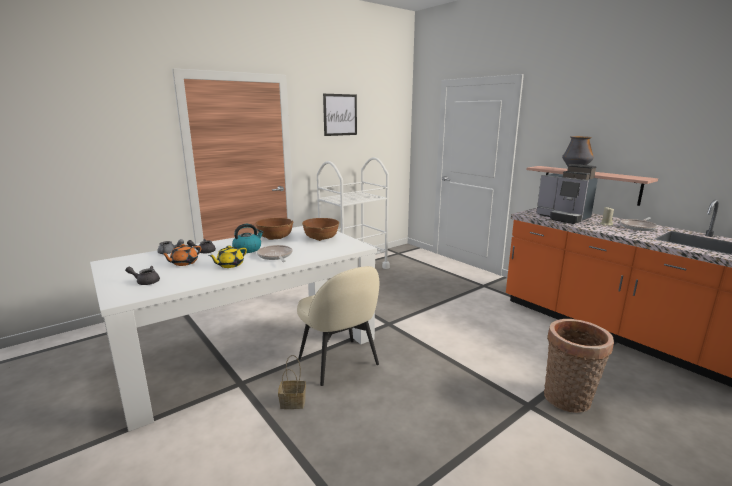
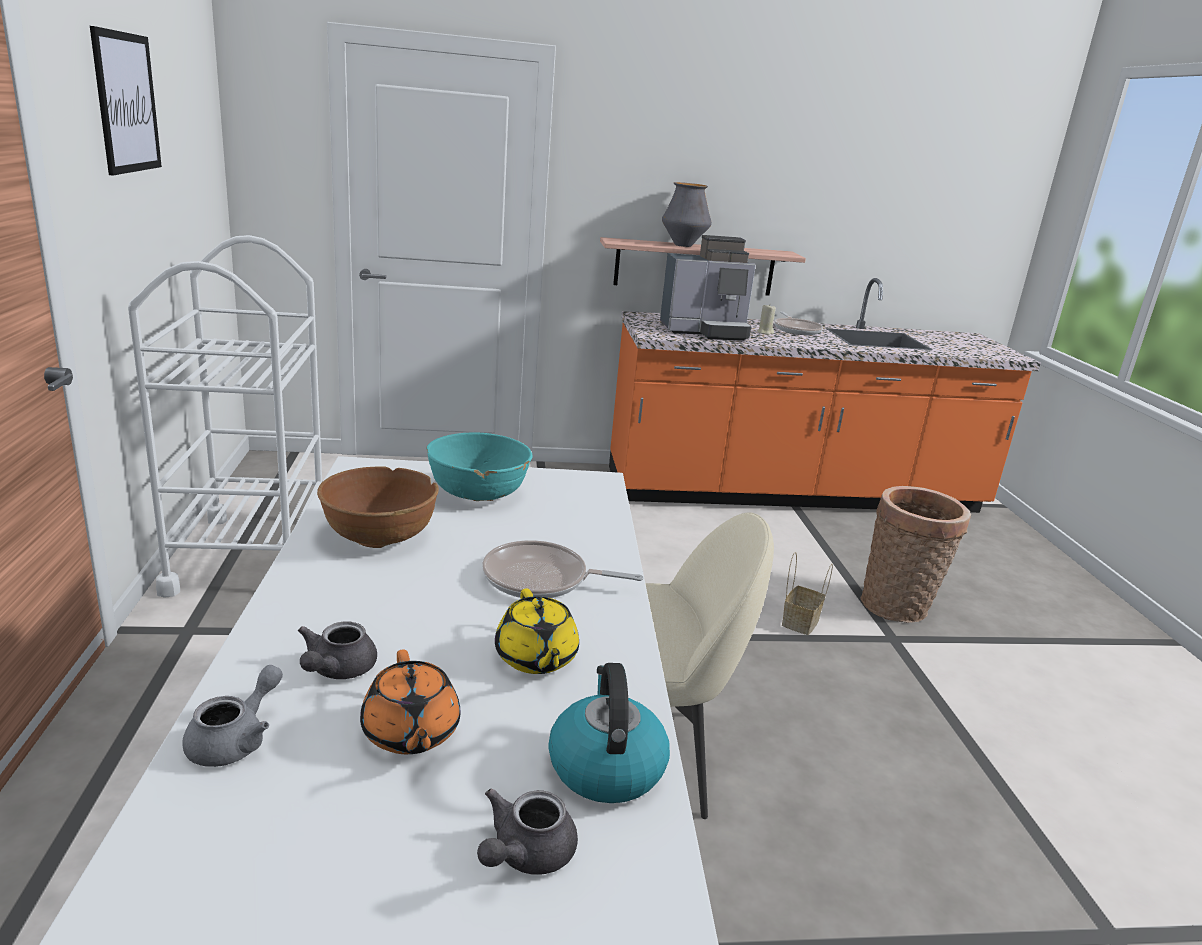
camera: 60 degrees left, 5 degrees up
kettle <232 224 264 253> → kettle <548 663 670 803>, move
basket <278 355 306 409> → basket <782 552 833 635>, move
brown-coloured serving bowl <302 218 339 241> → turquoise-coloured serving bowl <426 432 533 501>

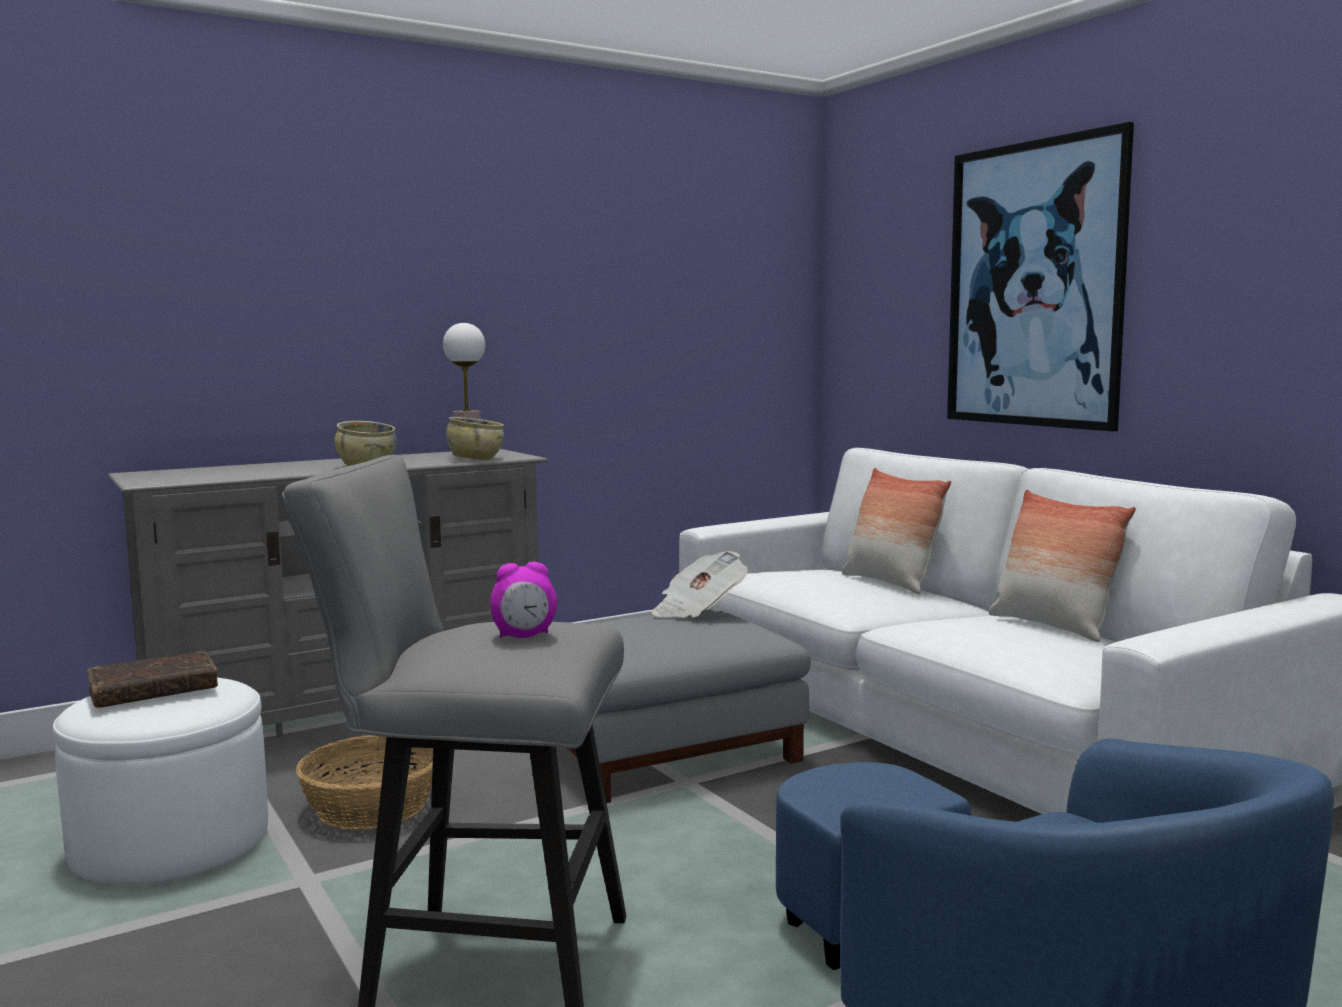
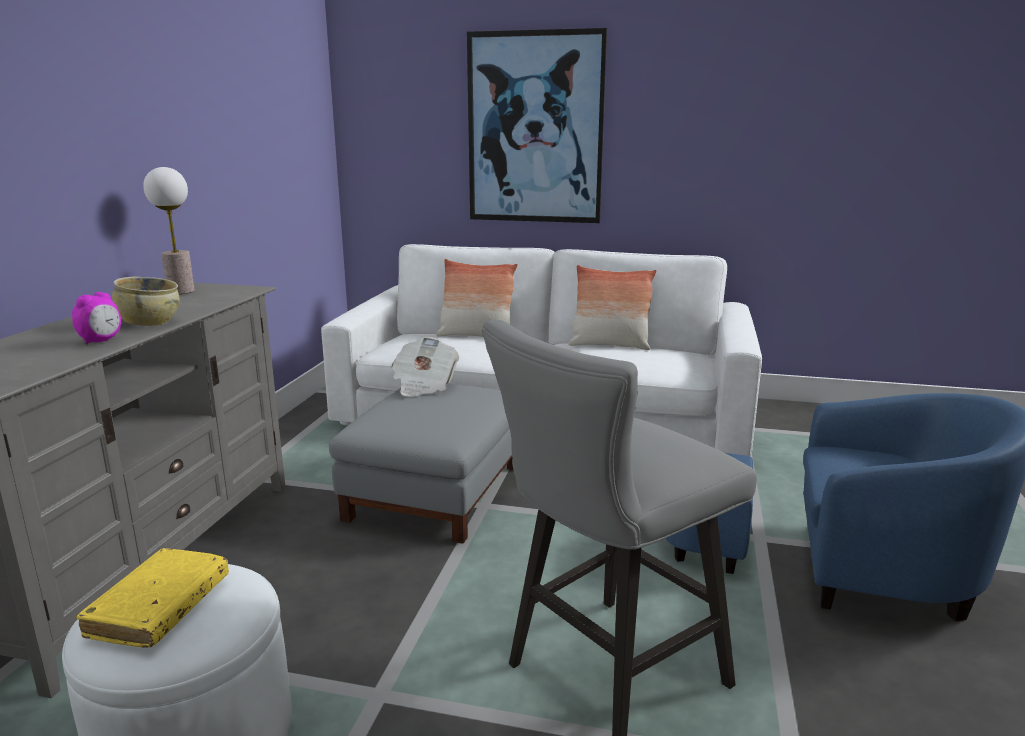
camera: 45 degrees left, 10 degrees up
basket <296 735 433 830> → -
sand-coloured serving bowl <446 417 504 460> → -
bedside clock <490 562 557 638> → bedside clock <72 292 121 344>, move
brown-coloured book <87 651 218 708> → yellow book <76 548 229 648>

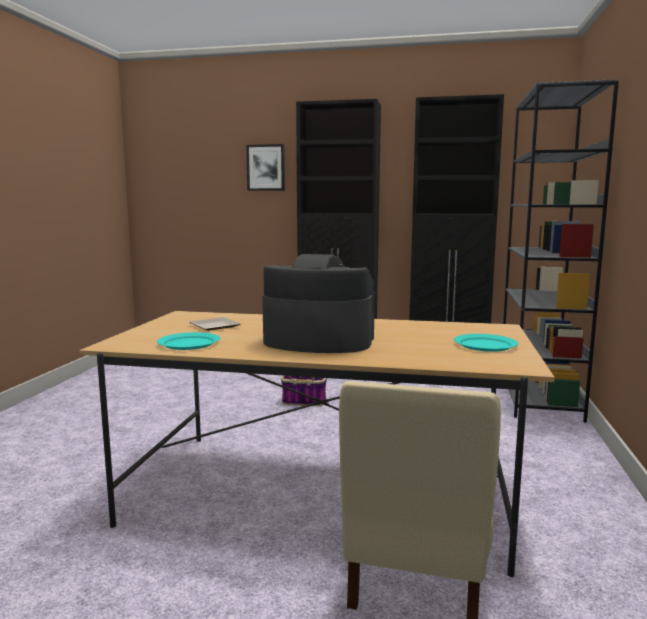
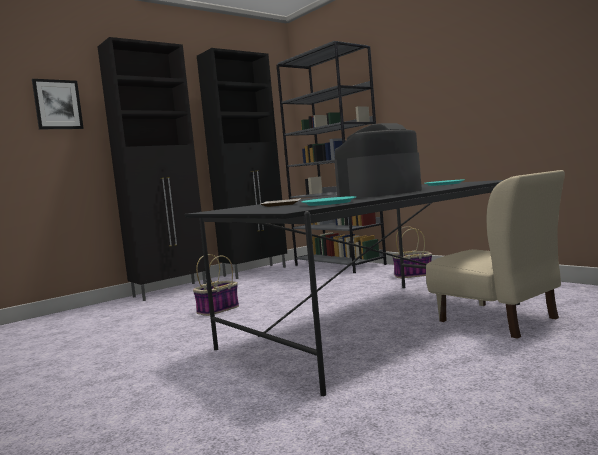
camera: 50 degrees left, 5 degrees down
- → basket <392 226 432 278>
sand-coloured kitchen table <79 311 555 577> → black-coloured kitchen table <185 180 520 396>

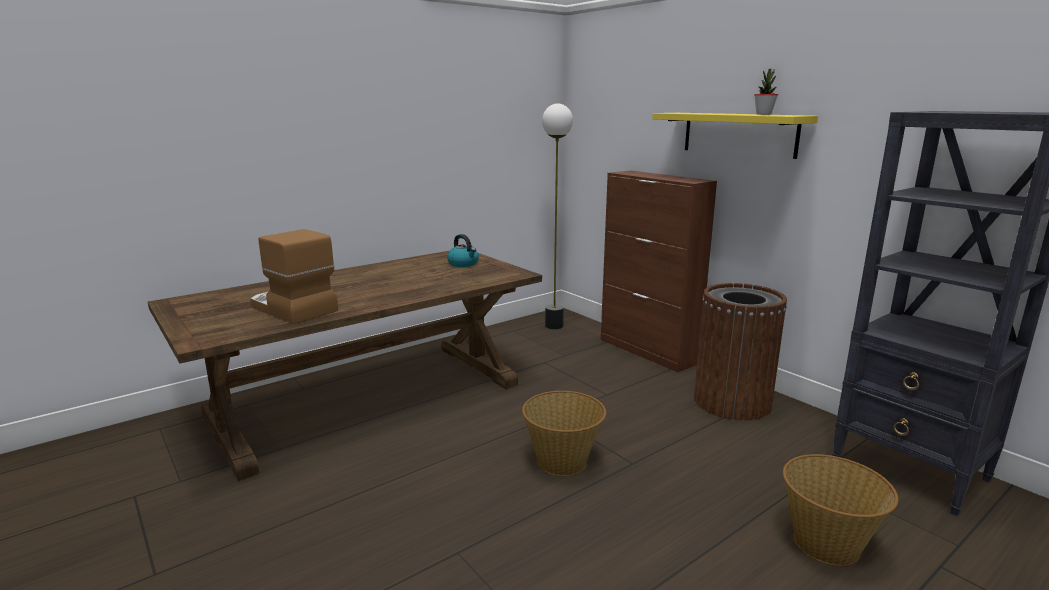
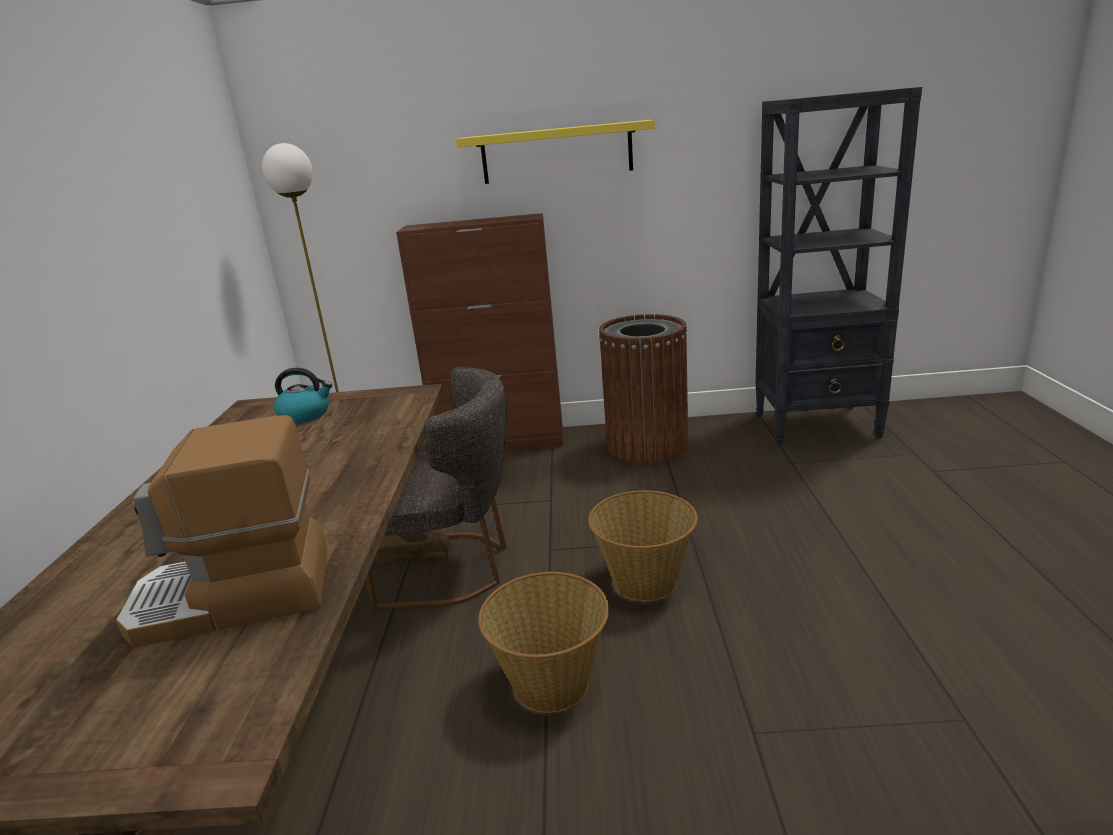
camera: 50 degrees left, 5 degrees up
plant in a pot <754 69 778 115> → -
- → greyish upright chair <366 367 507 609>
basket <783 454 899 566> → basket <478 572 609 713>, move

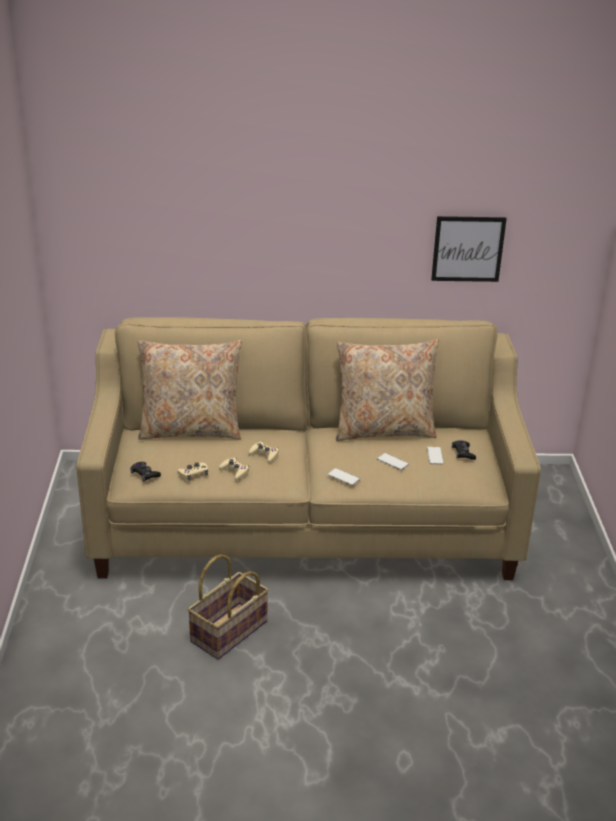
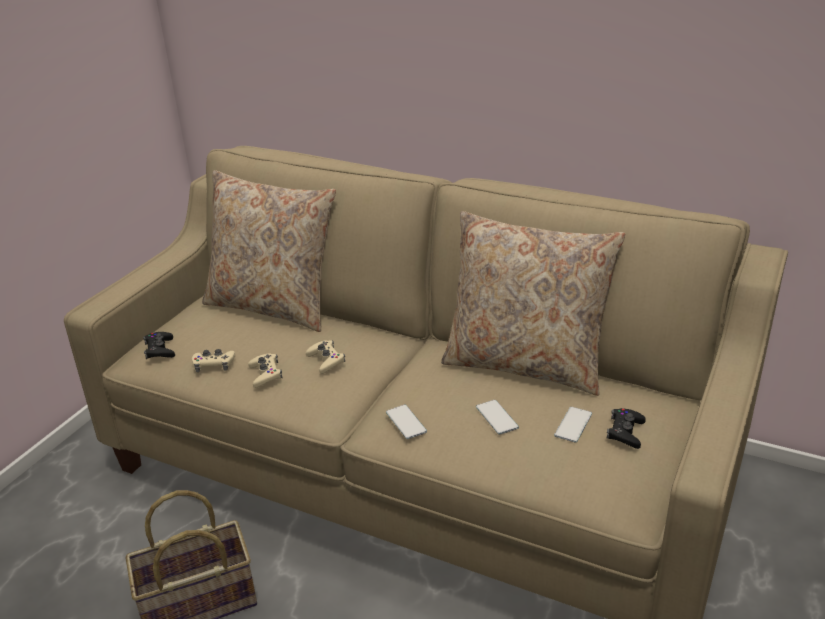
camera: 30 degrees right, 0 degrees up
wall picture <431 216 507 282> → -

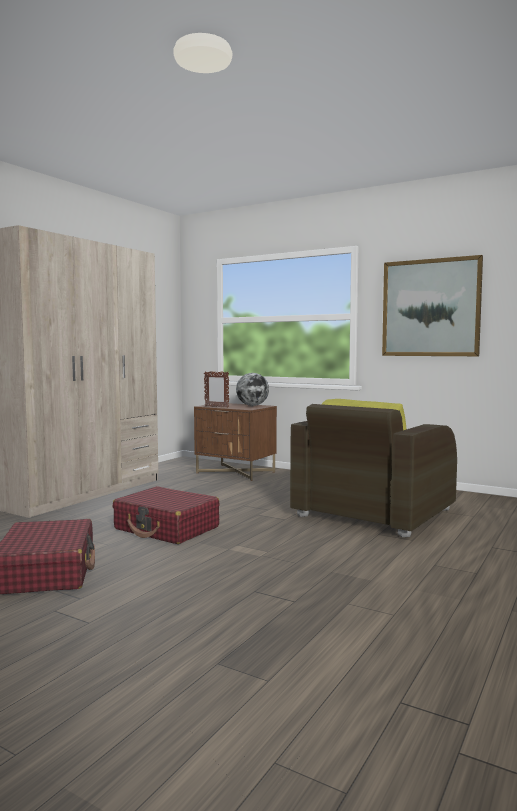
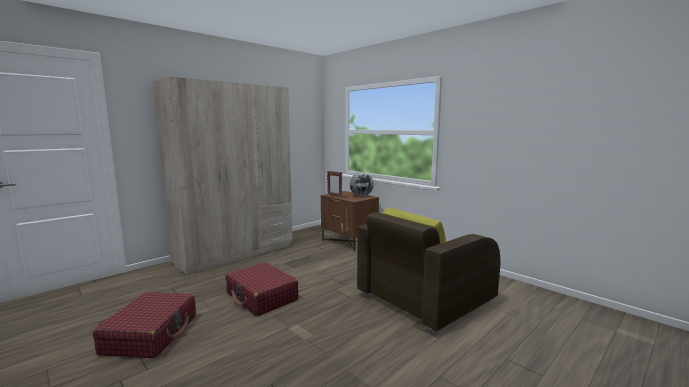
camera: 15 degrees right, 5 degrees up
wall picture <382 255 483 356> → -

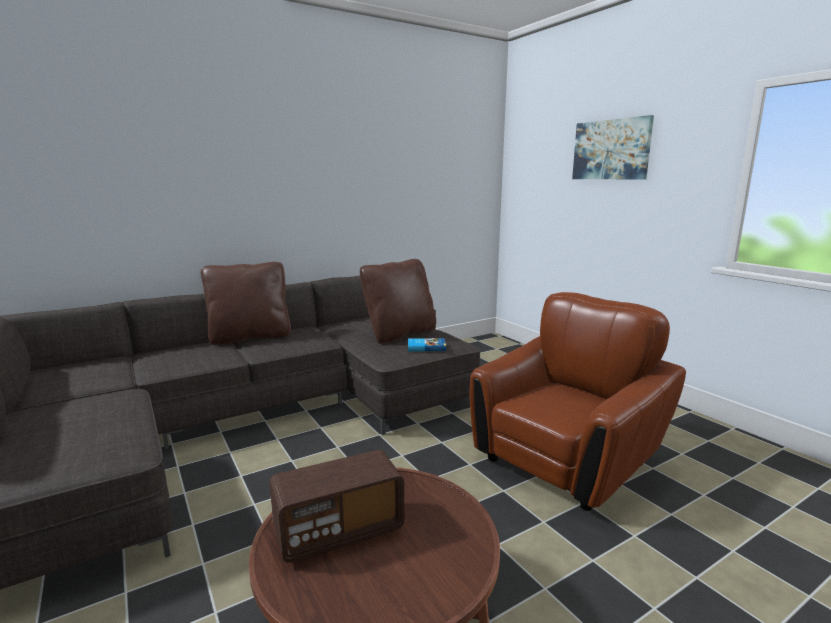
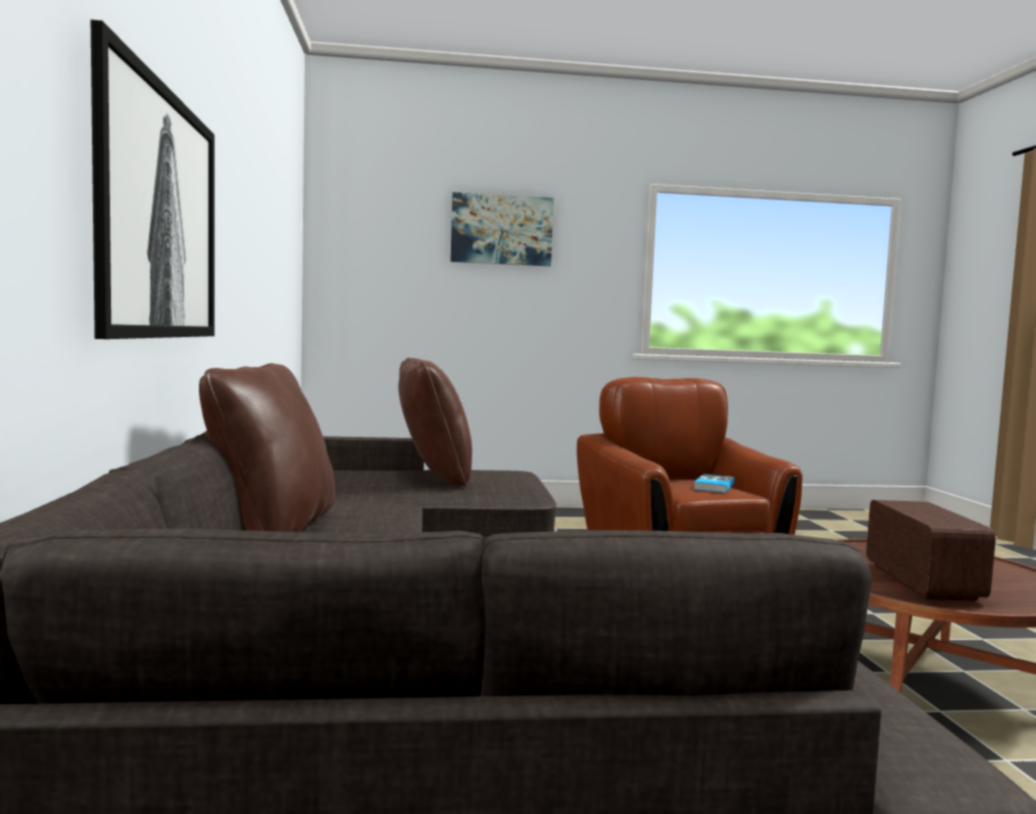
camera: 65 degrees left, 10 degrees down
- → wall picture <91 20 215 339>
book <408 338 446 352> → book <693 474 735 493>, move

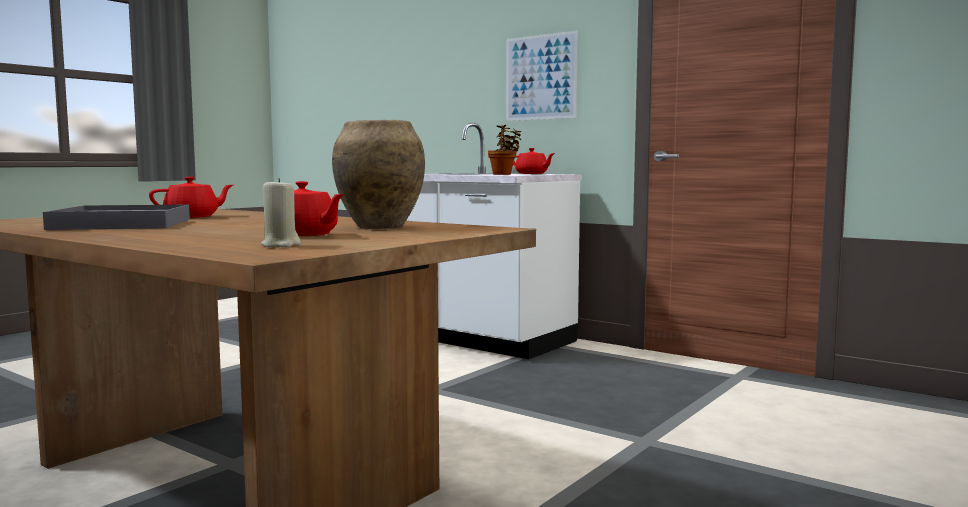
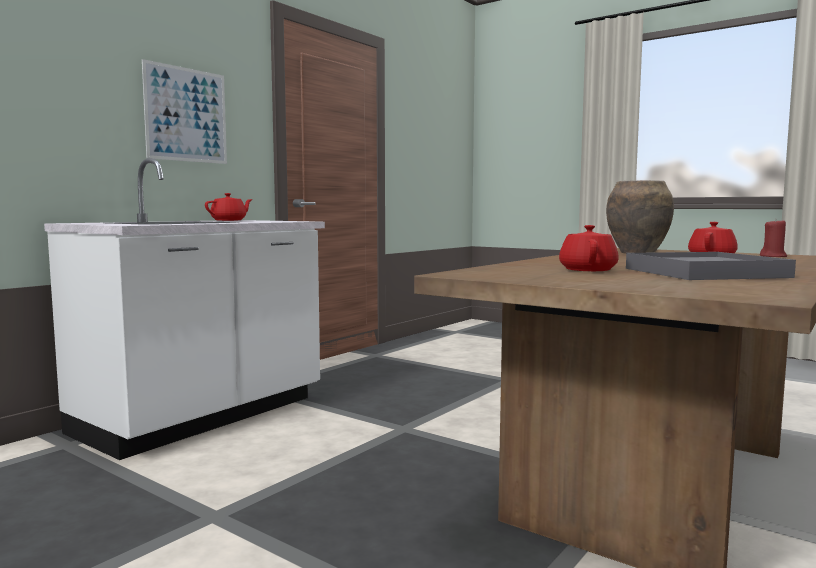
camera: 90 degrees left, 0 degrees up
plant in a pot <488 125 522 175> → -
sand-coloured wax light <261 178 301 247> → red-coloured wax light <760 218 787 257>
red-coloured teapot <149 177 233 218> → red-coloured teapot <559 225 619 271>, 45 degrees clockwise

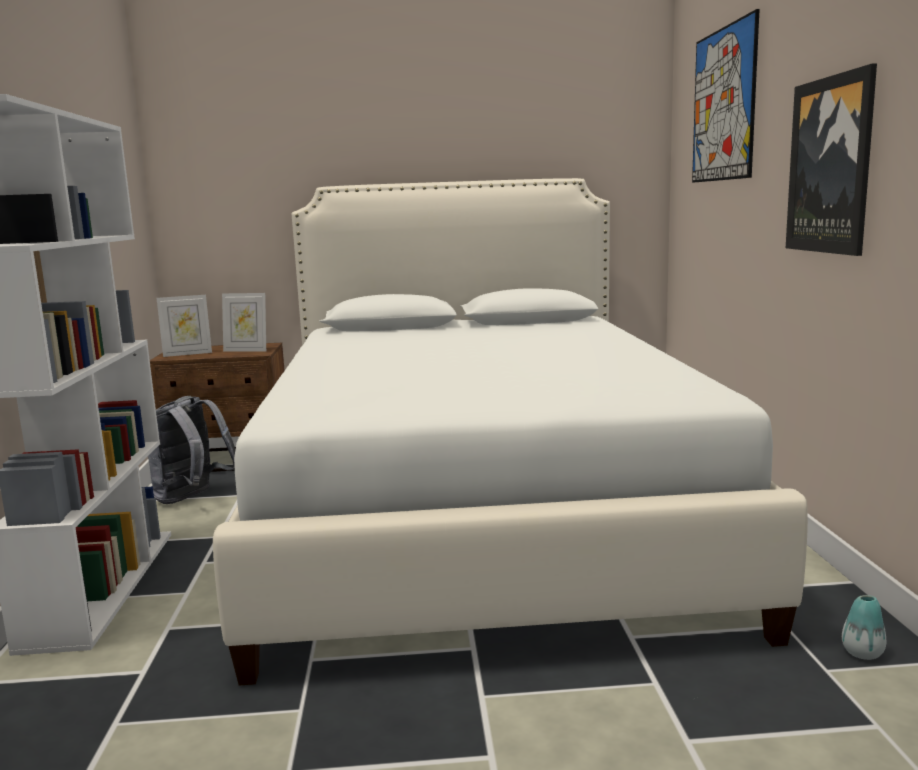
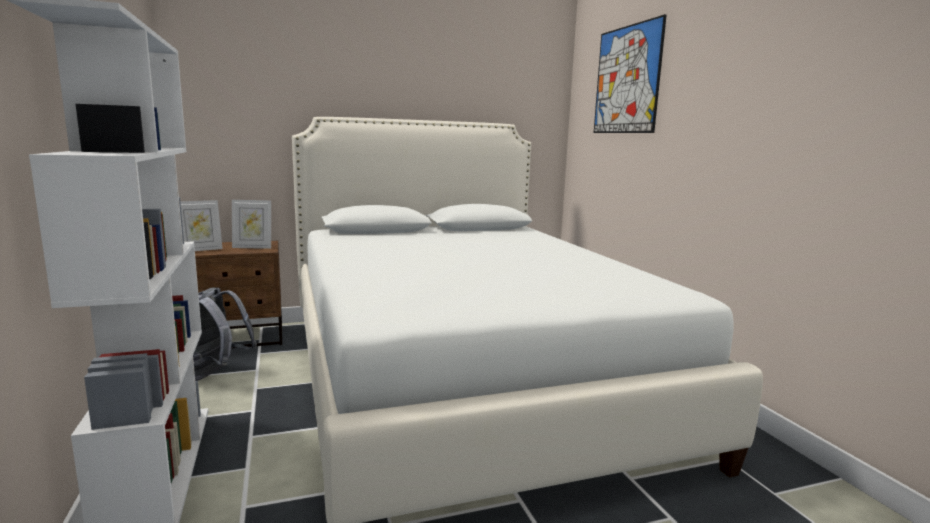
camera: 15 degrees left, 0 degrees up
wall picture <786 63 877 256> → -
vase <842 595 886 660> → -

